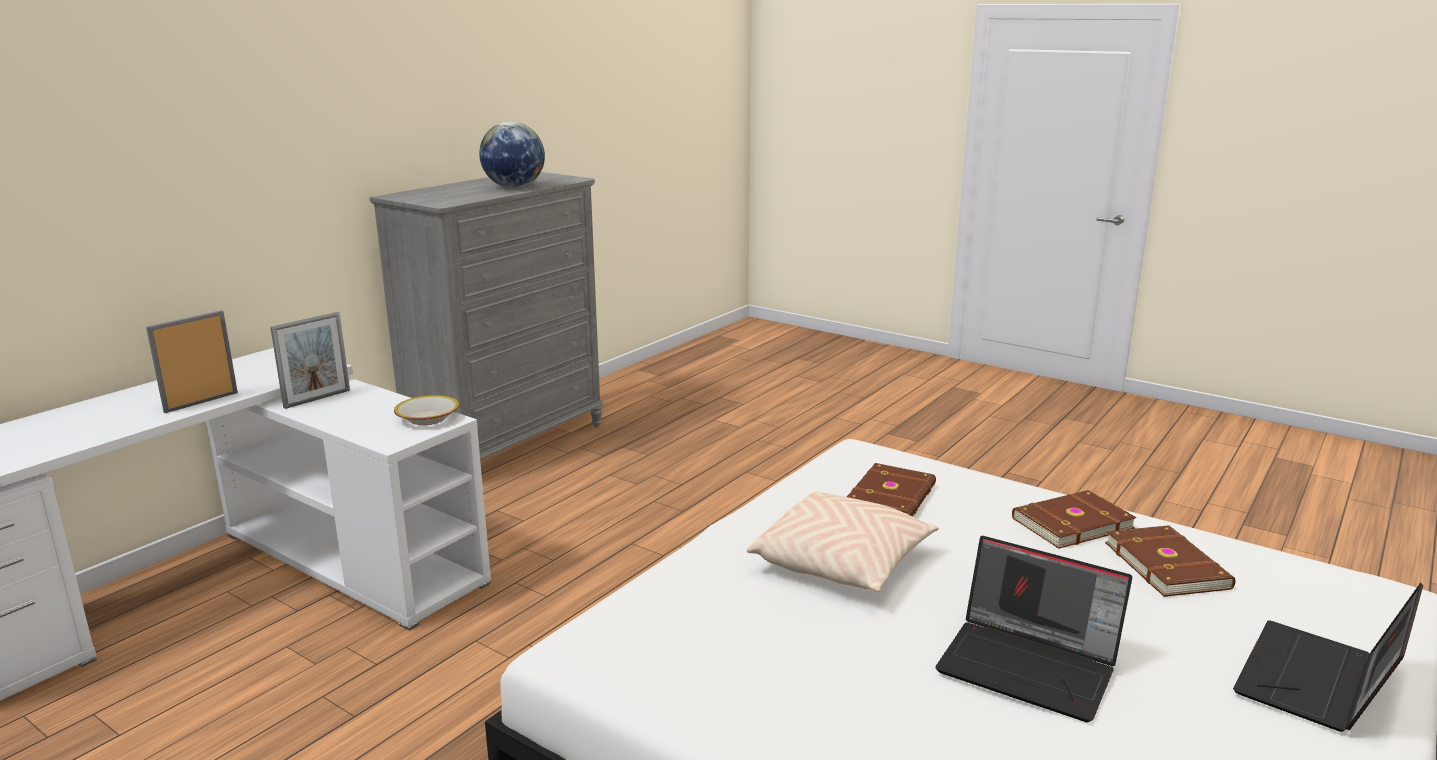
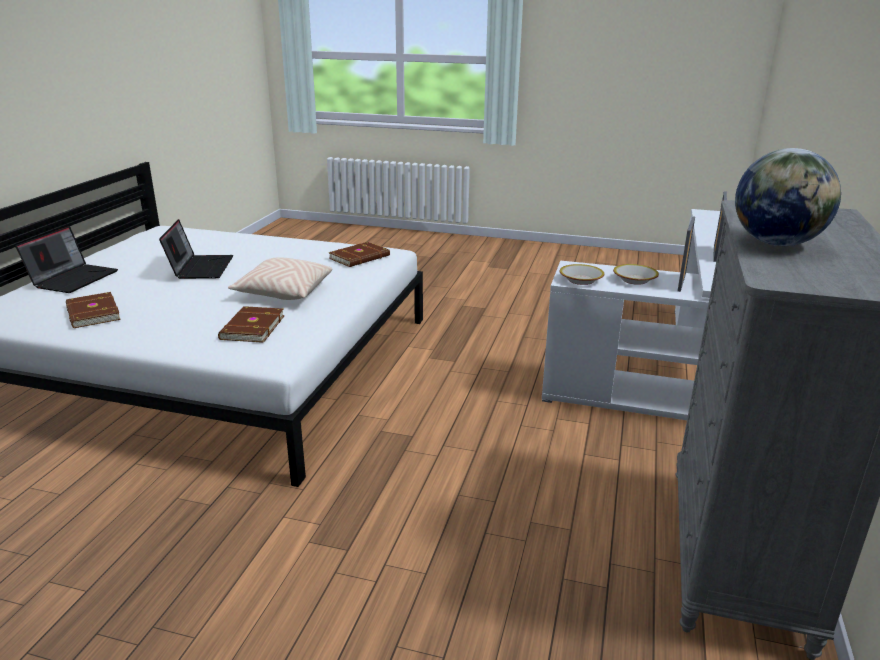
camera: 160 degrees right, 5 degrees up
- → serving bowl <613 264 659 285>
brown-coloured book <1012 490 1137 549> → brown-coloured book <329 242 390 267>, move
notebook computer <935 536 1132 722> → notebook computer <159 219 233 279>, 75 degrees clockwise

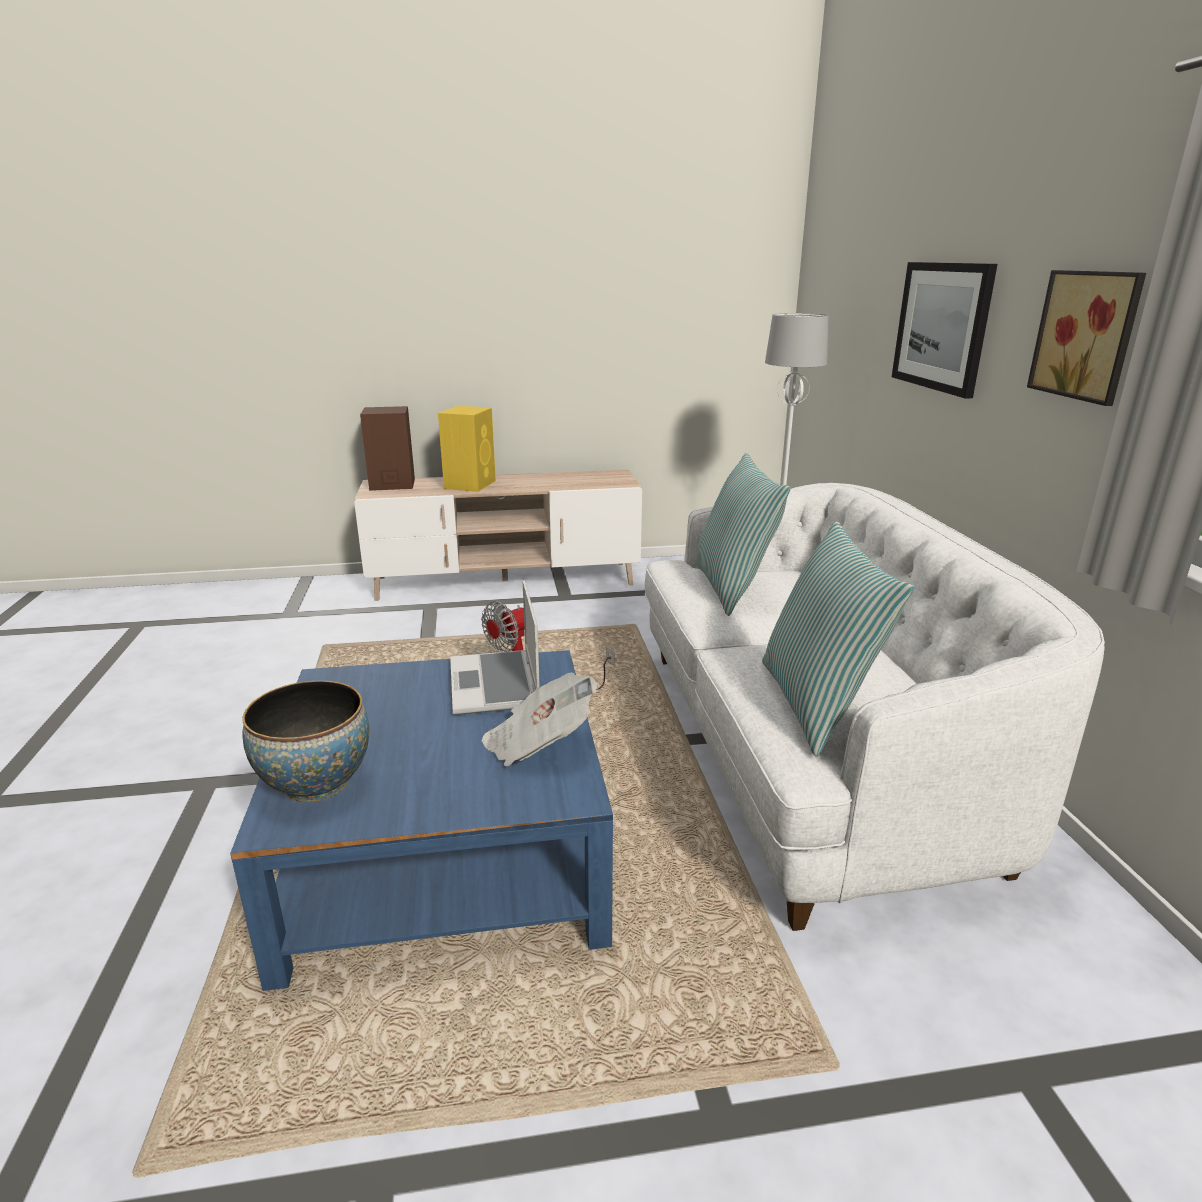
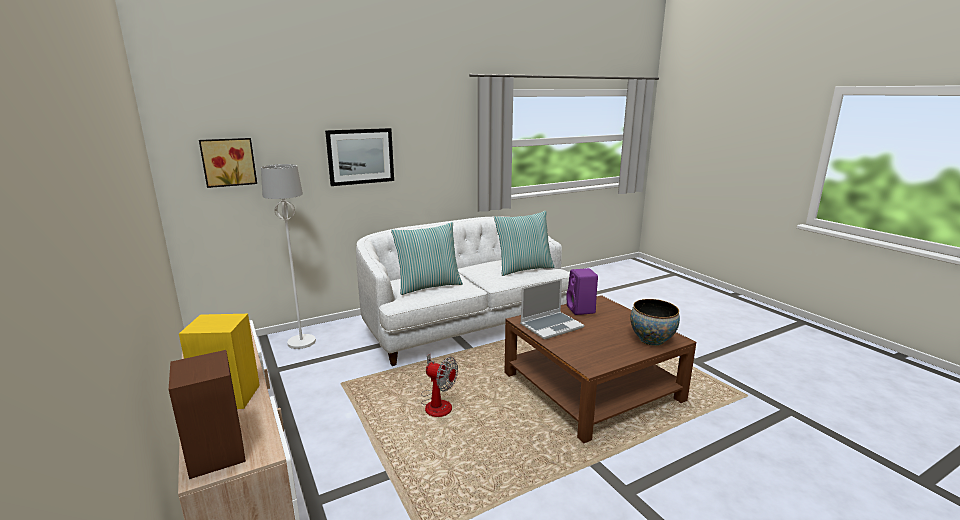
camera: 110 degrees left, 5 degrees down
wall picture <1027 270 1146 406> → wall picture <199 138 257 188>, move
newspaper <482 672 598 767> → purple speaker <566 268 598 315>
blue-coloured coffee table <230 650 613 991> → brown-coloured coffee table <505 295 696 443>

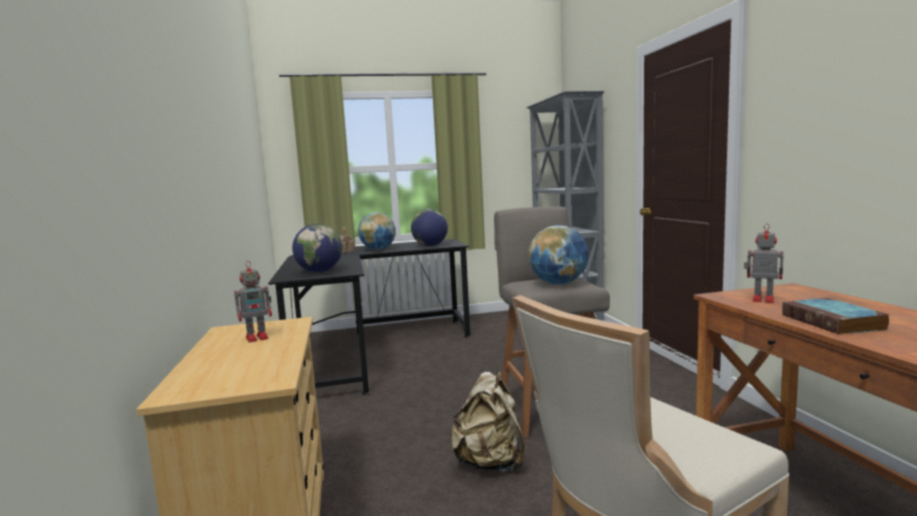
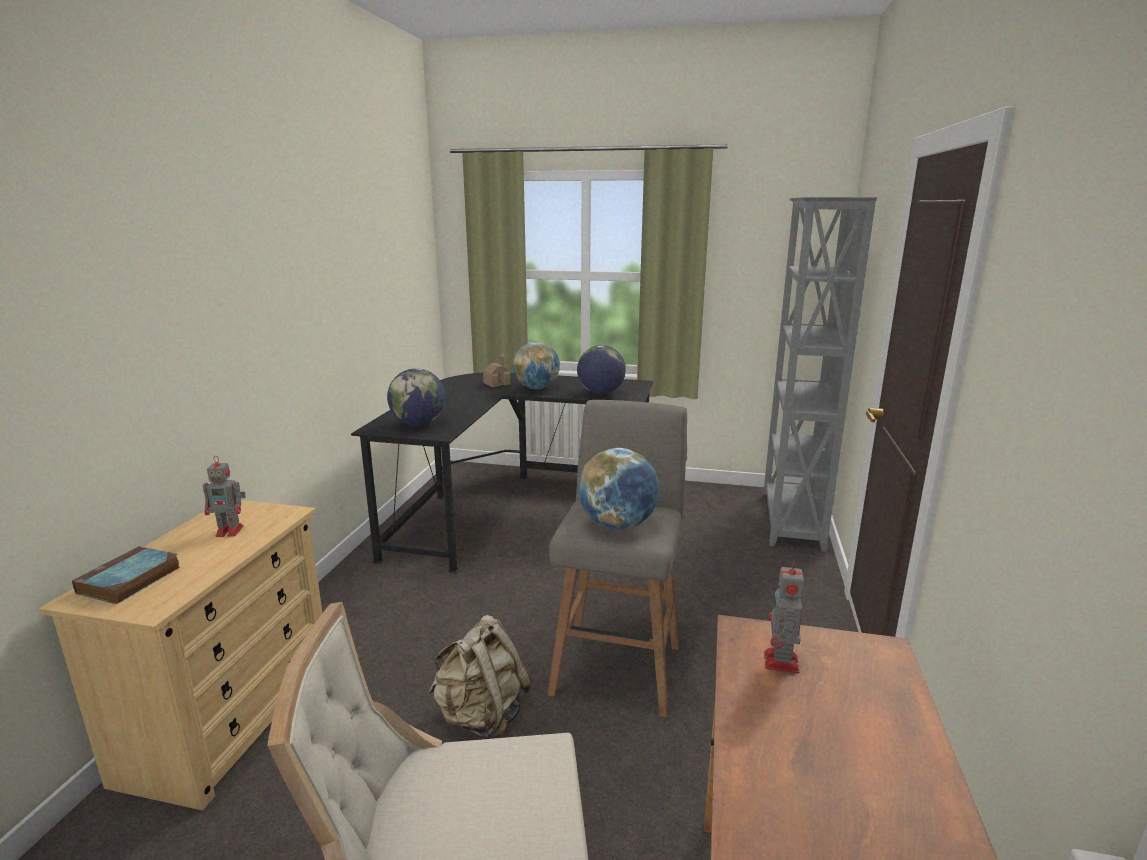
camera: 25 degrees right, 10 degrees up
book <782 298 890 335> → book <72 546 180 604>, move
model robot <744 223 784 303> → model robot <764 559 804 673>, 135 degrees counterclockwise

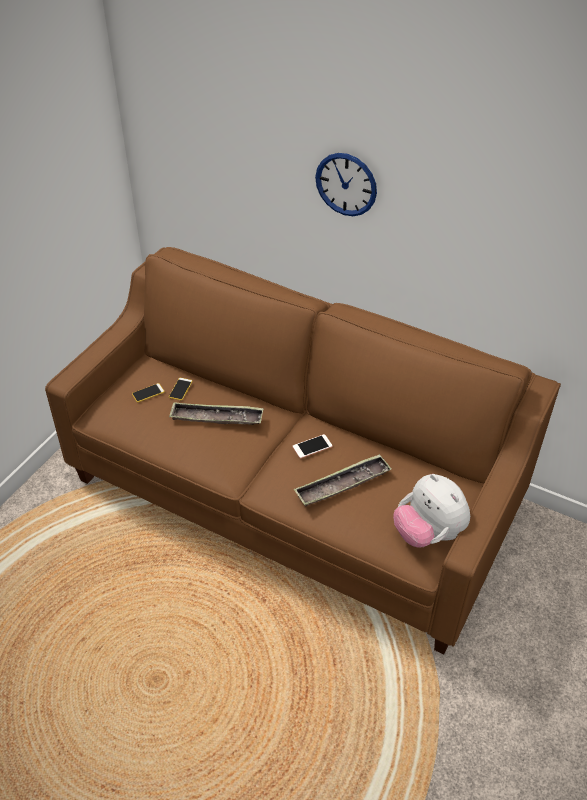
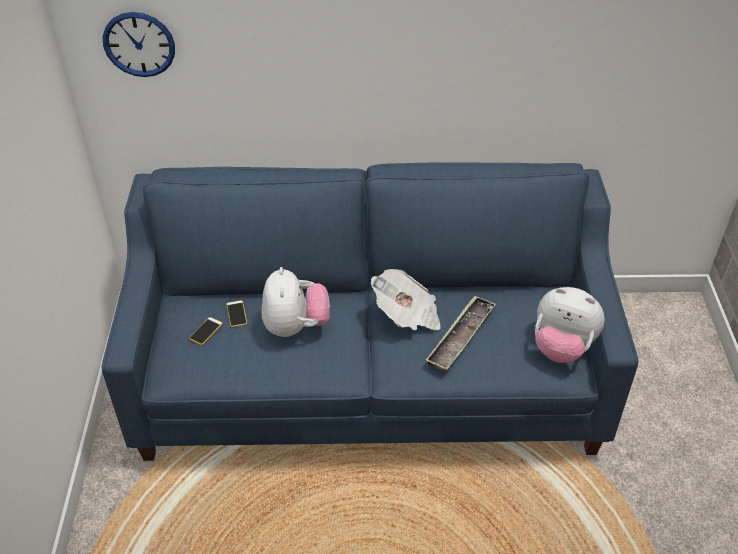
camera: 30 degrees left, 0 degrees up
wall clock <315 153 377 216> → wall clock <102 12 175 77>, move
tray <169 402 264 425> → plush toy <262 267 330 337>
telephone <293 434 332 458> → newspaper <371 269 441 330>
brown-coloured couch <45 247 561 655> → blue-coloured couch <102 162 638 461>

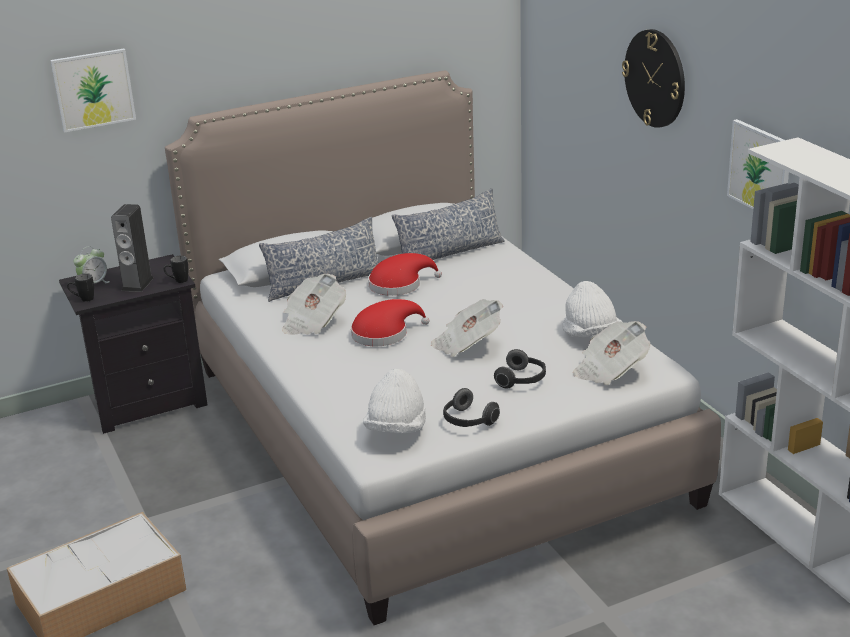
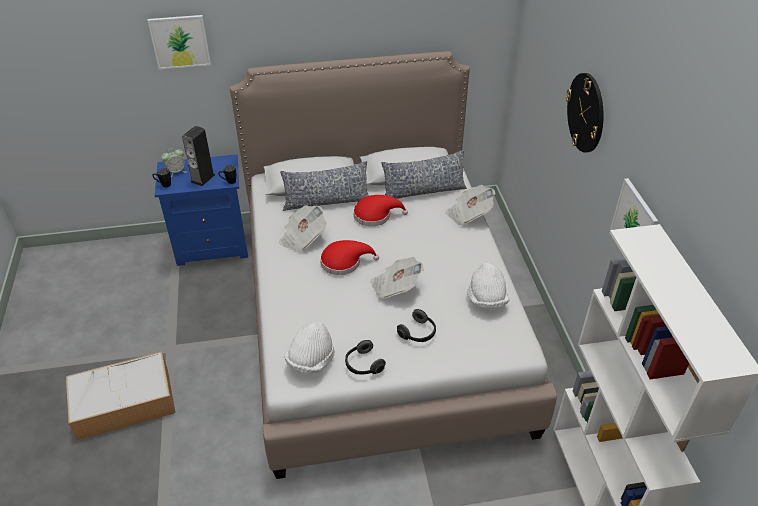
camera: 15 degrees right, 15 degrees up
newspaper <573 321 651 385> → newspaper <446 185 496 225>, move
black-coloured night table <59 254 208 434> → blue-coloured night table <155 154 248 266>

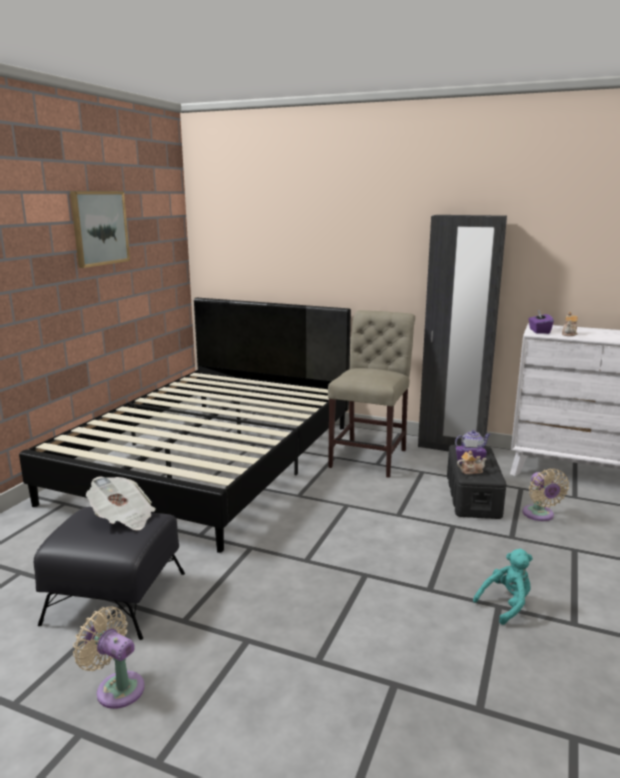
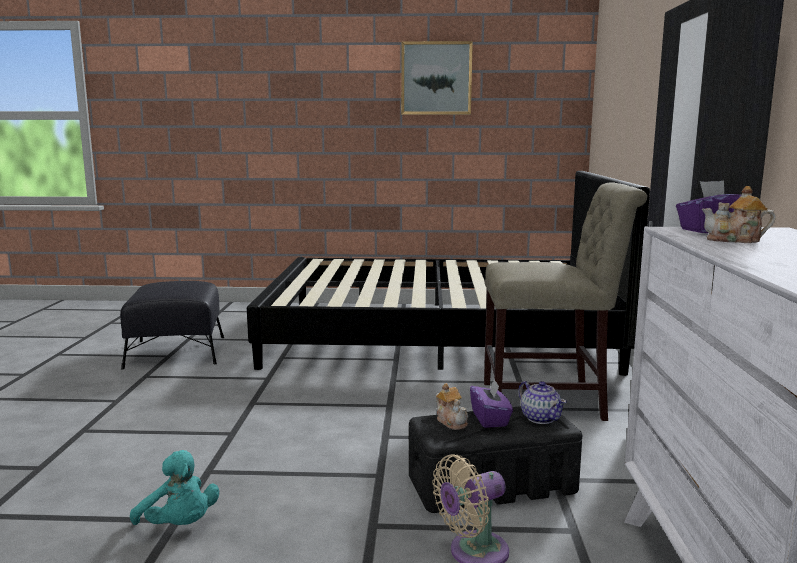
camera: 70 degrees right, 5 degrees down
sand-coloured electric fan <73 606 145 709> → -
newspaper <86 476 156 530> → -

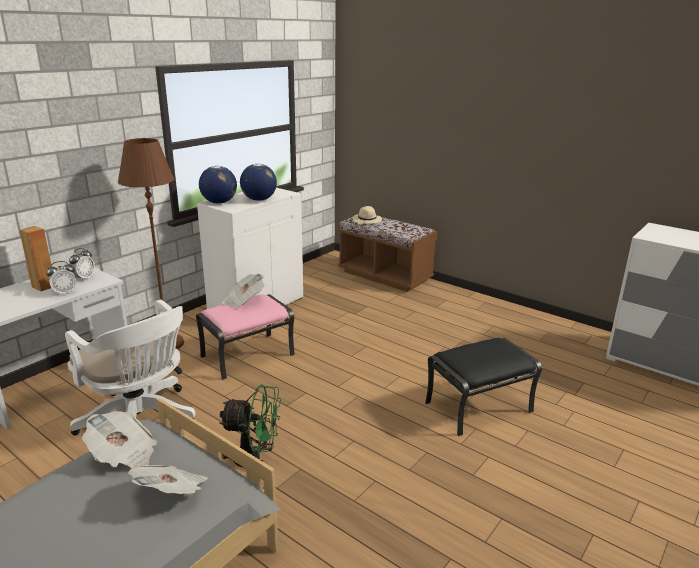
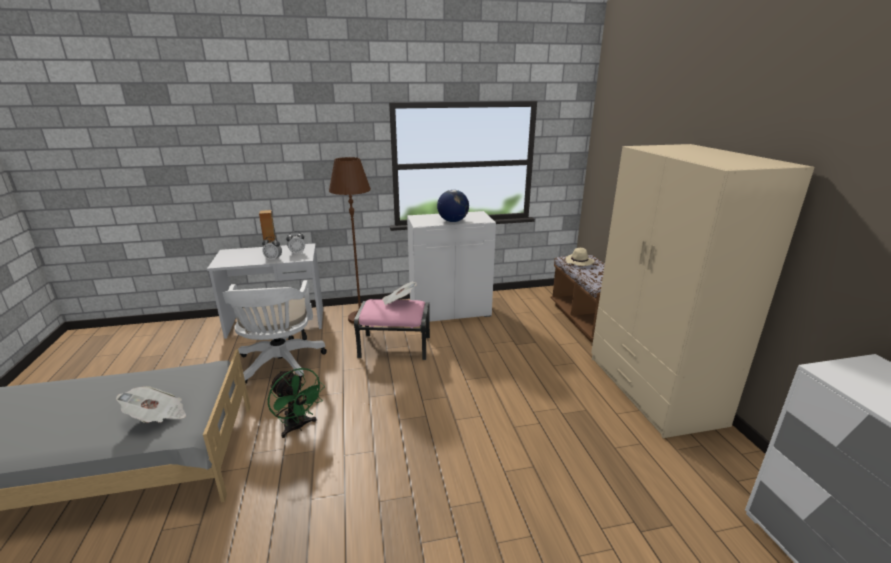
camera: 40 degrees right, 0 degrees up
newspaper <82 411 157 468> → -
globe <199 166 237 204> → -
black-coloured footrest <425 338 542 436> → -
- → sand-coloured armoire <591 144 815 438>

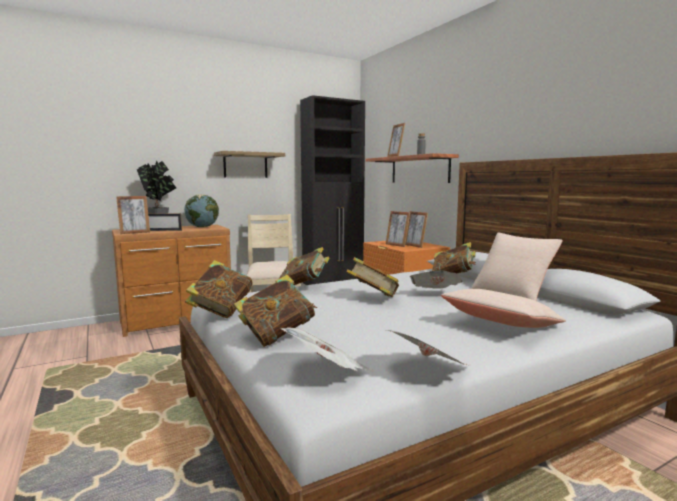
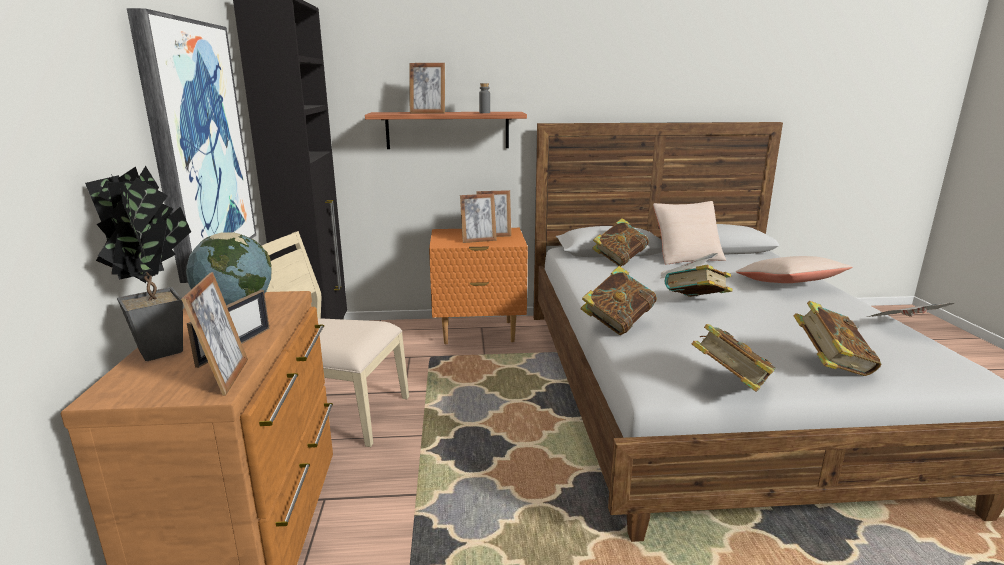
camera: 65 degrees left, 10 degrees up
newspaper <280 327 374 371> → -
bracket shelf <214 151 285 178> → wall picture <127 8 256 283>

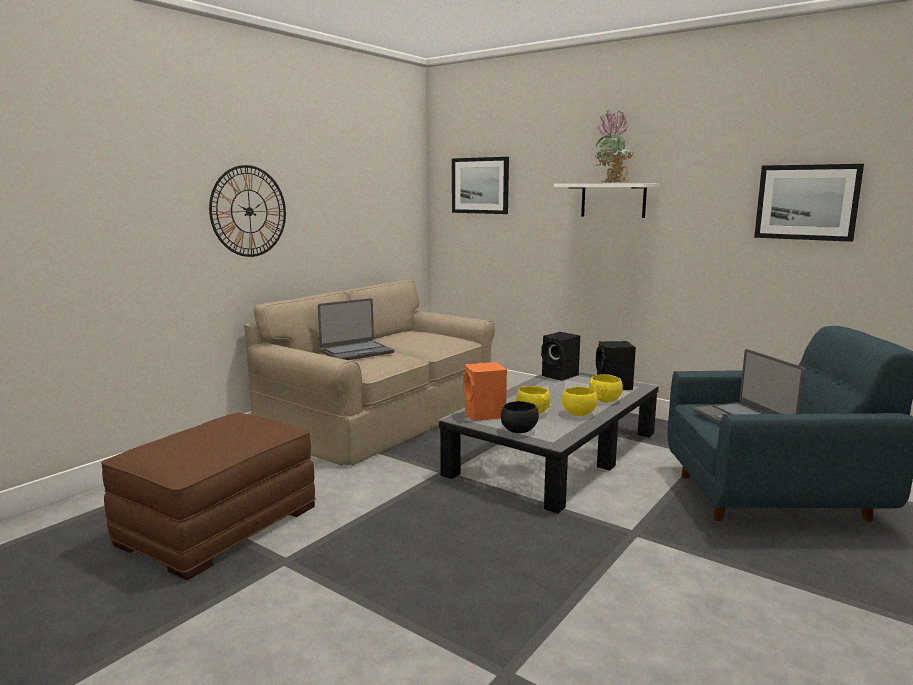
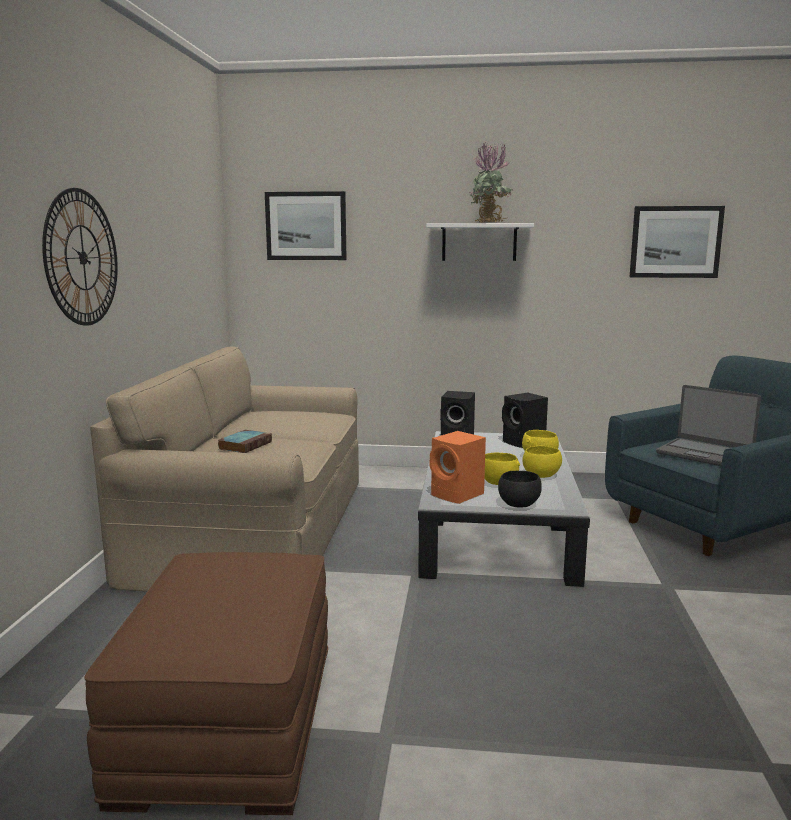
camera: 30 degrees left, 0 degrees up
notebook computer <318 298 394 360> → book <218 430 272 453>

